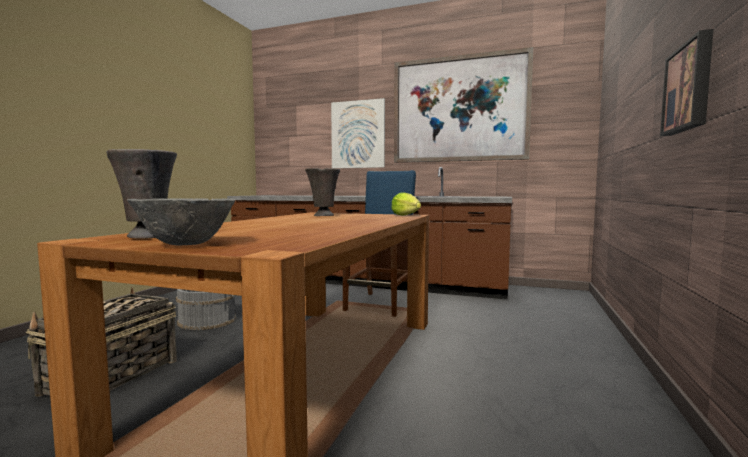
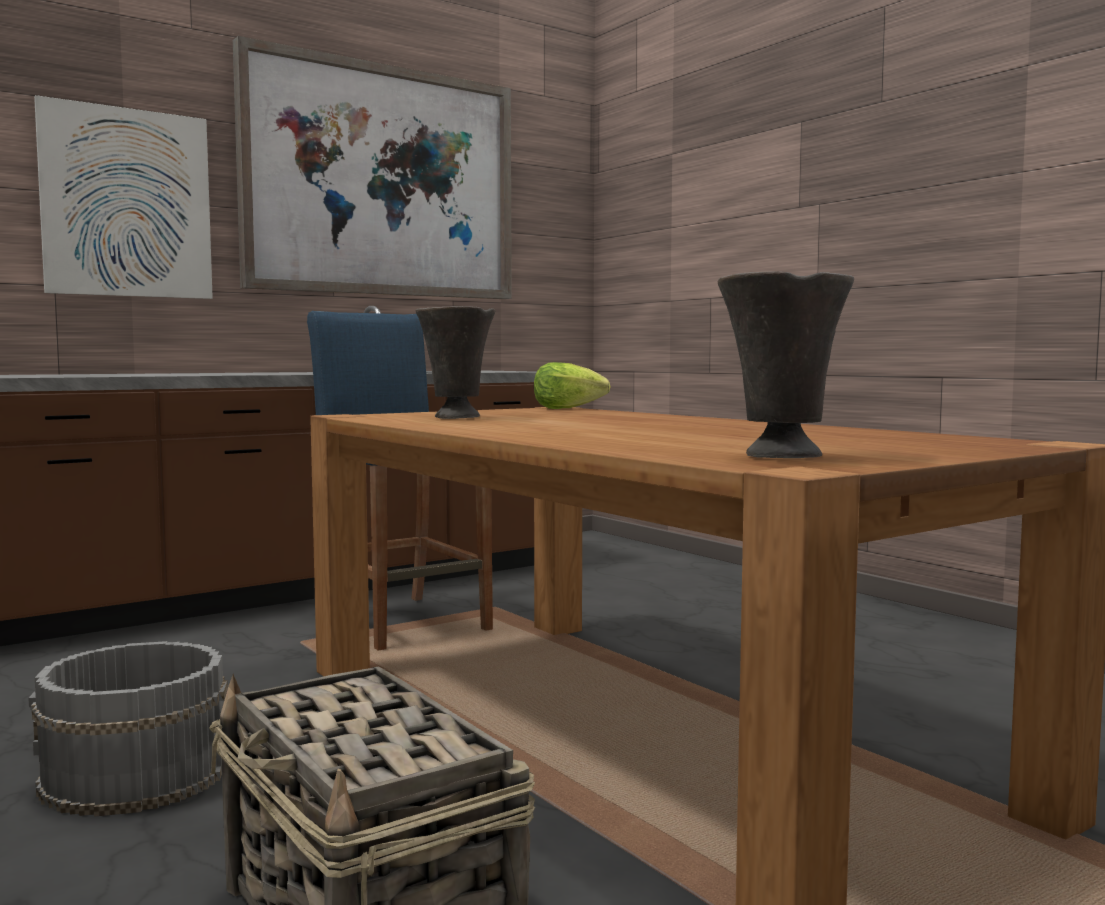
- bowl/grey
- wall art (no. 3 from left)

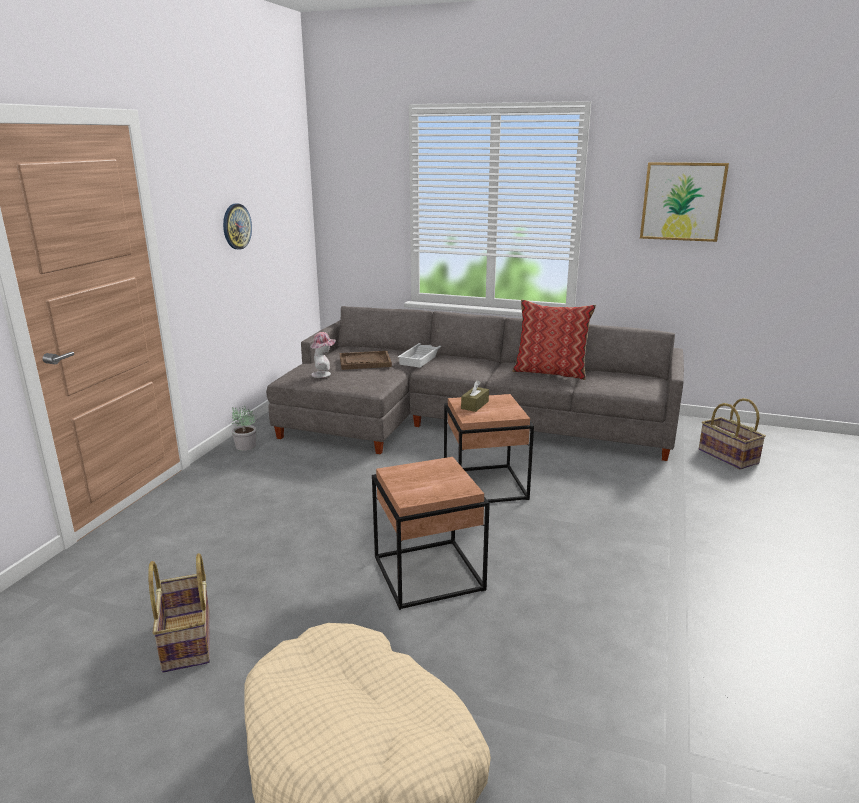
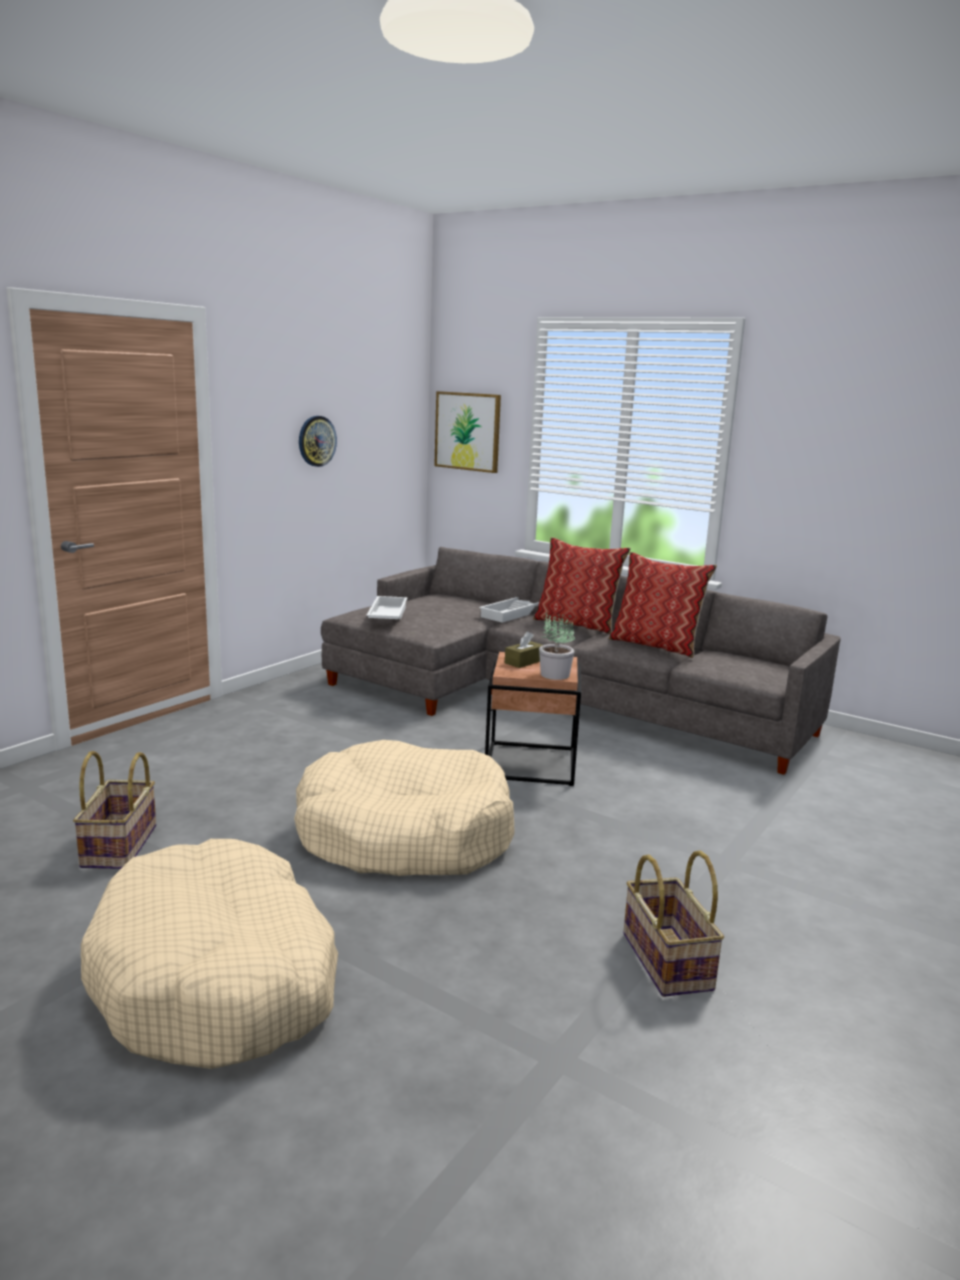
~ potted plant
~ wearable hat to carrying tray/white-coloured (no. 1 from left)
- carrying tray/brownish
~ end table/brownish (no. 1 from left) to dog bed/sand-coloured (no. 2 from left)
~ wall art
~ storage basket (no. 2 from left)
+ cushion (no. 1 from left)

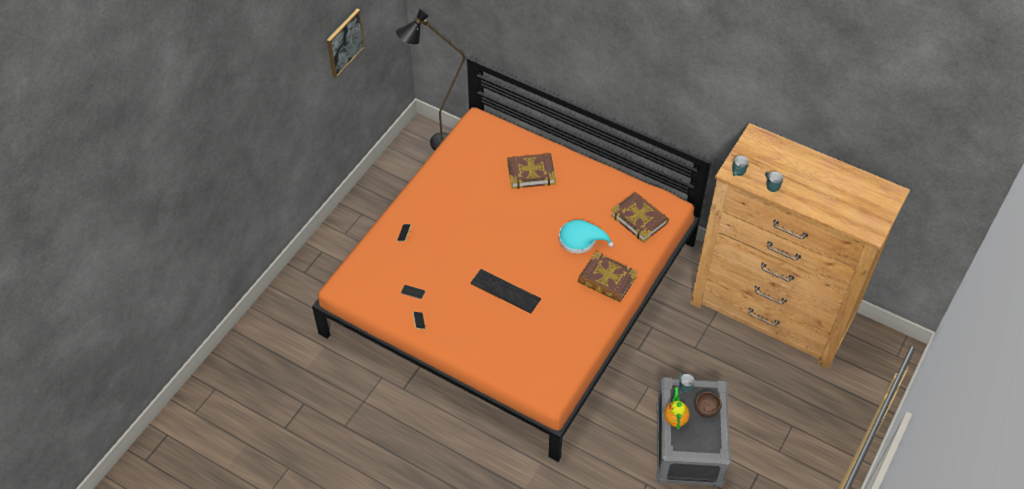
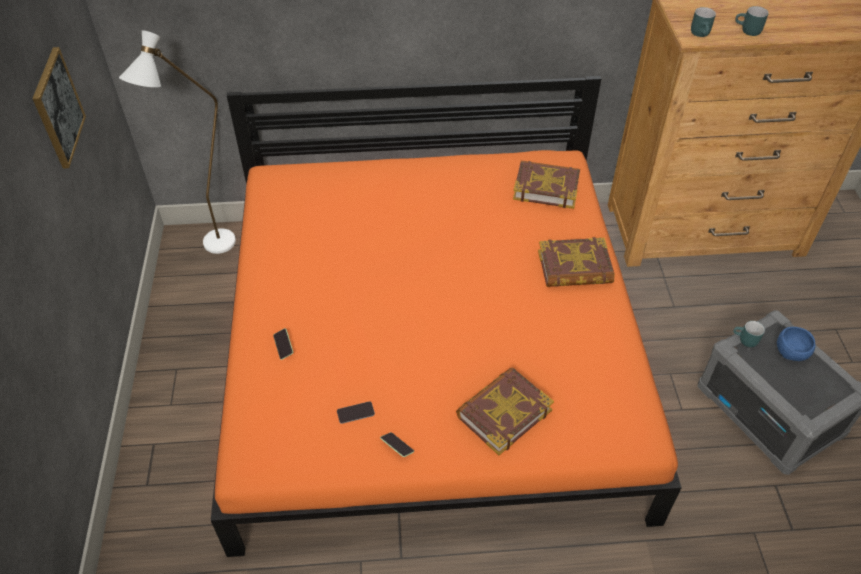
~ standing lamp/black-coloured to standing lamp/white-coloured
- PC keyboard
~ book (no. 1 from left)
- wearable hat/turquoise
- teapot
~ bowl/brownish to bowl/blue

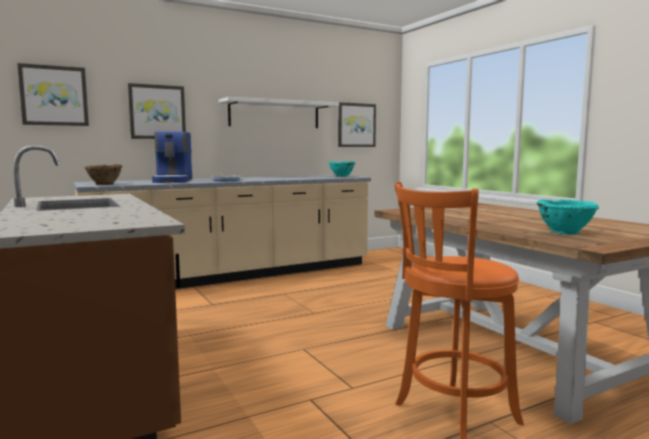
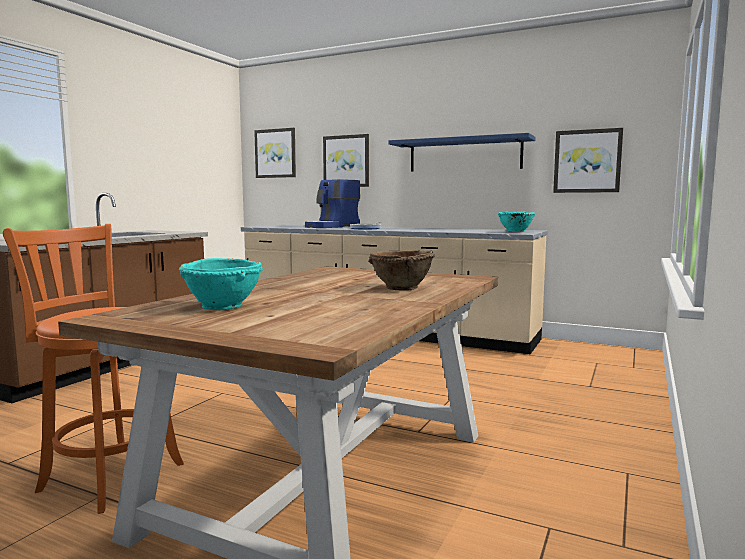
~ bowl/brownish
~ bracket shelf/white-coloured to bracket shelf/blue

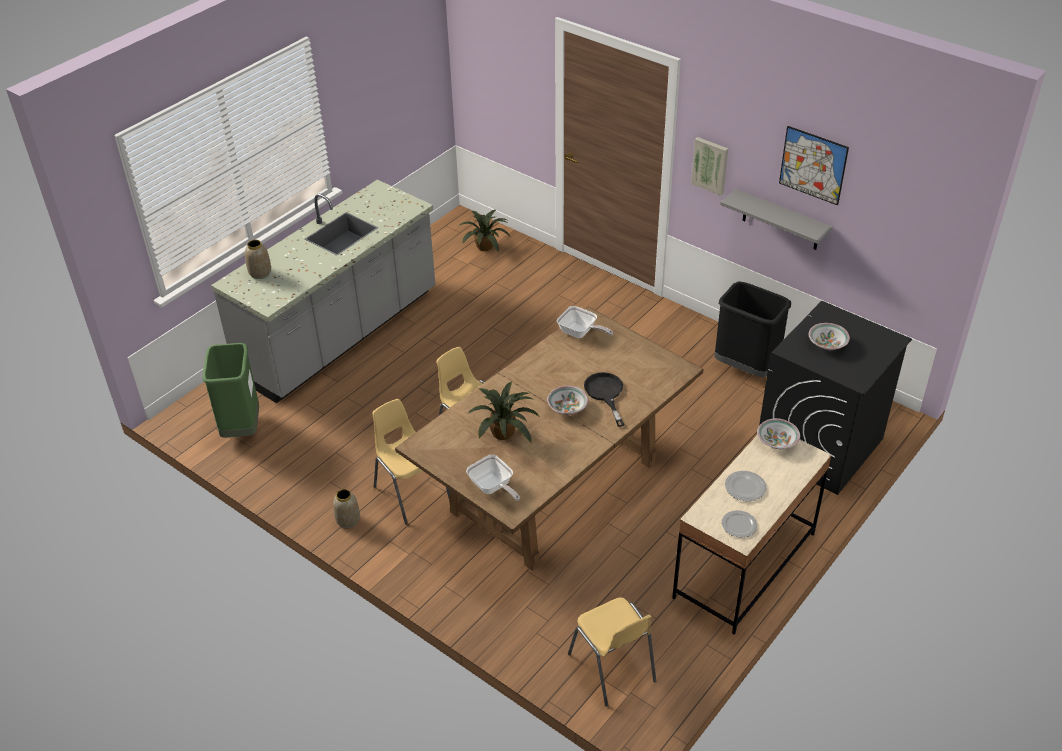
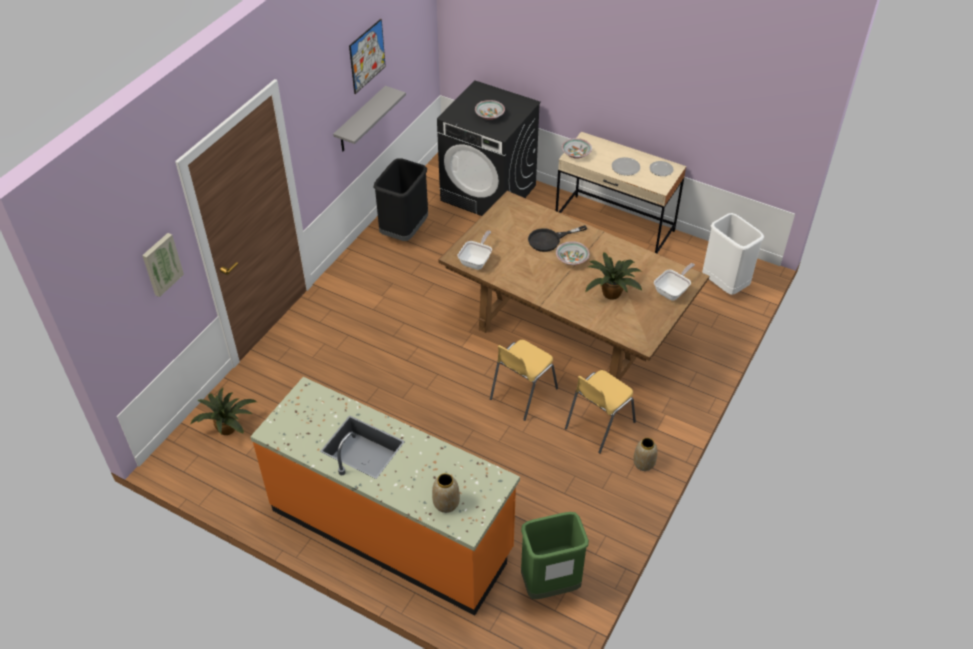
~ kitchen base unit/grey to kitchen base unit/orange
~ chair/yellow (no. 3 from left) to rubbish bin/white-coloured
~ wall art (no. 1 from left)

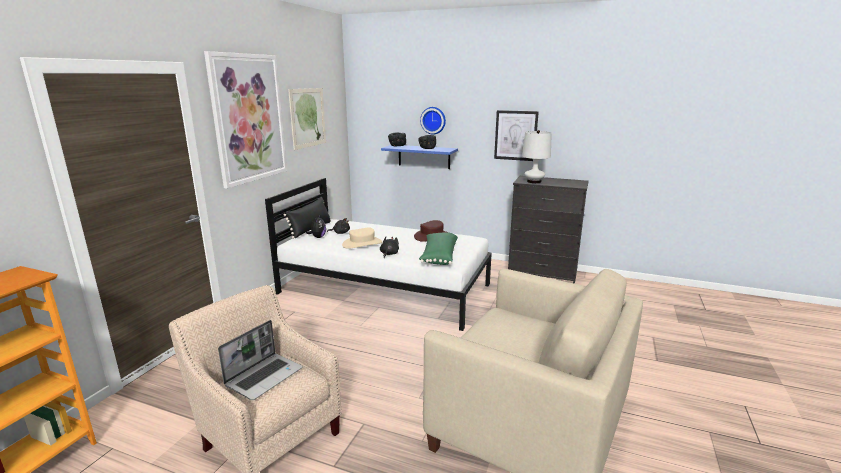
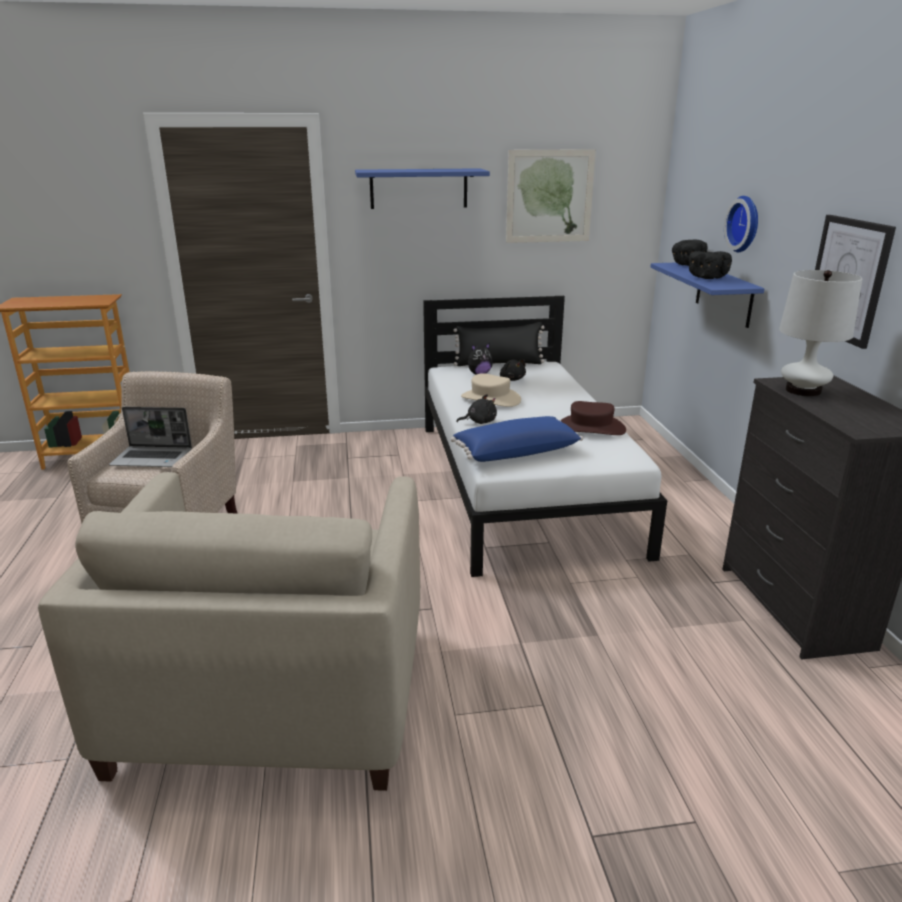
~ wall art (no. 1 from left) to bracket shelf/blue (no. 1 from left)
~ cushion/green-coloured to cushion/blue

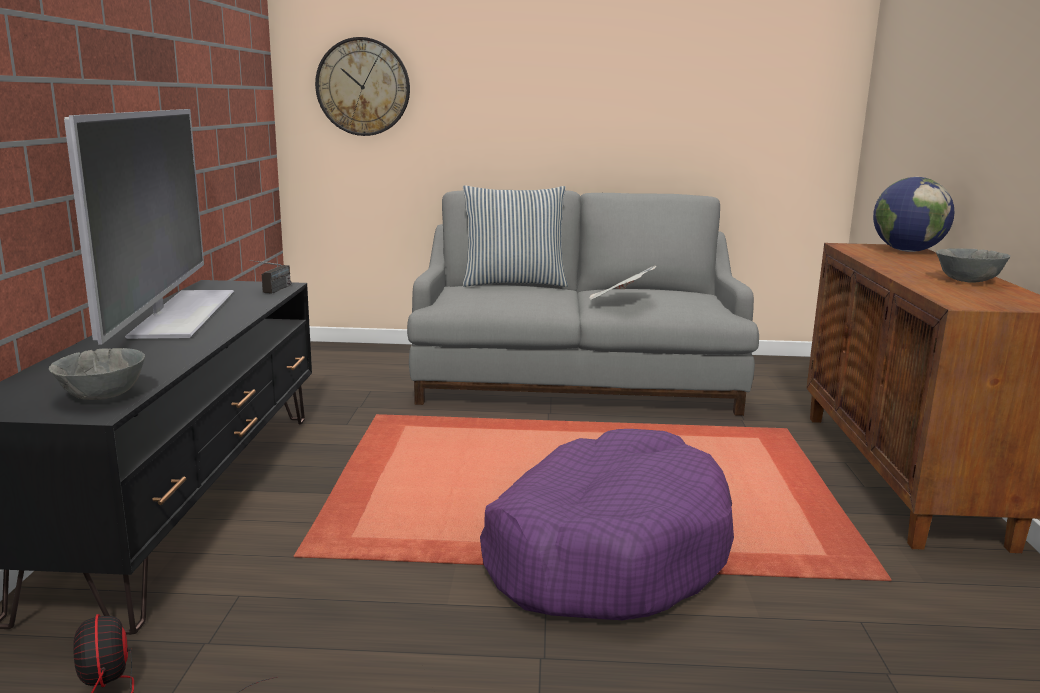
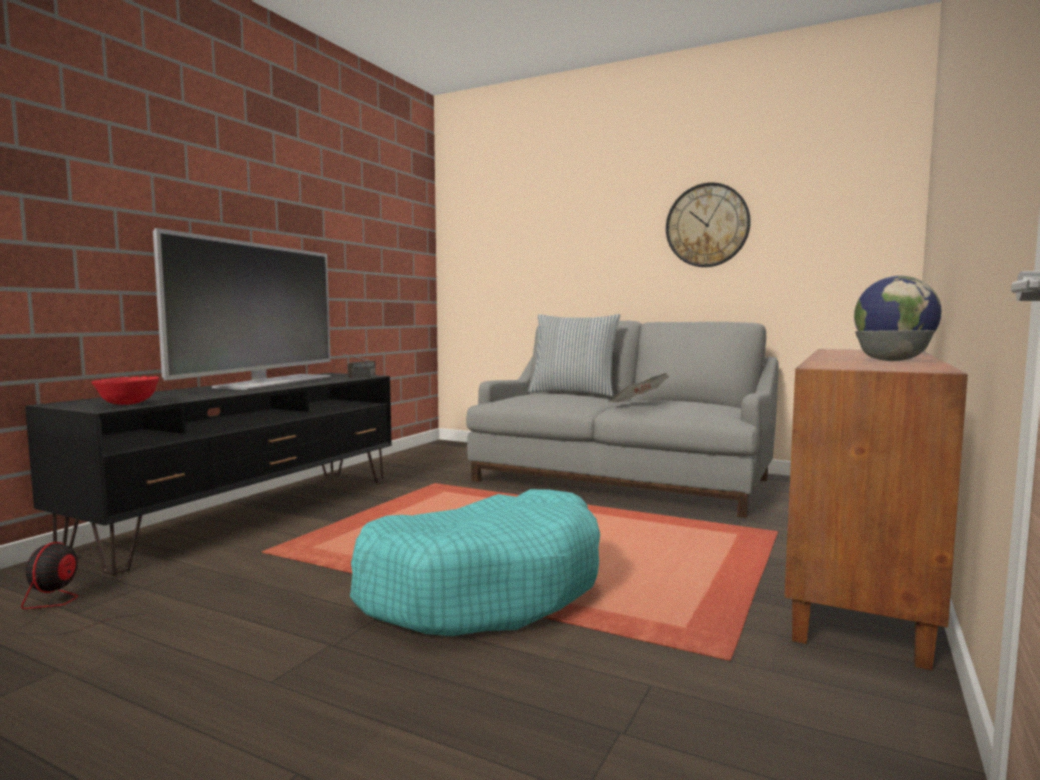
~ bowl/grey (no. 1 from left) to bowl/reddish
~ clock on the wall
~ dog bed/purplish to dog bed/turquoise

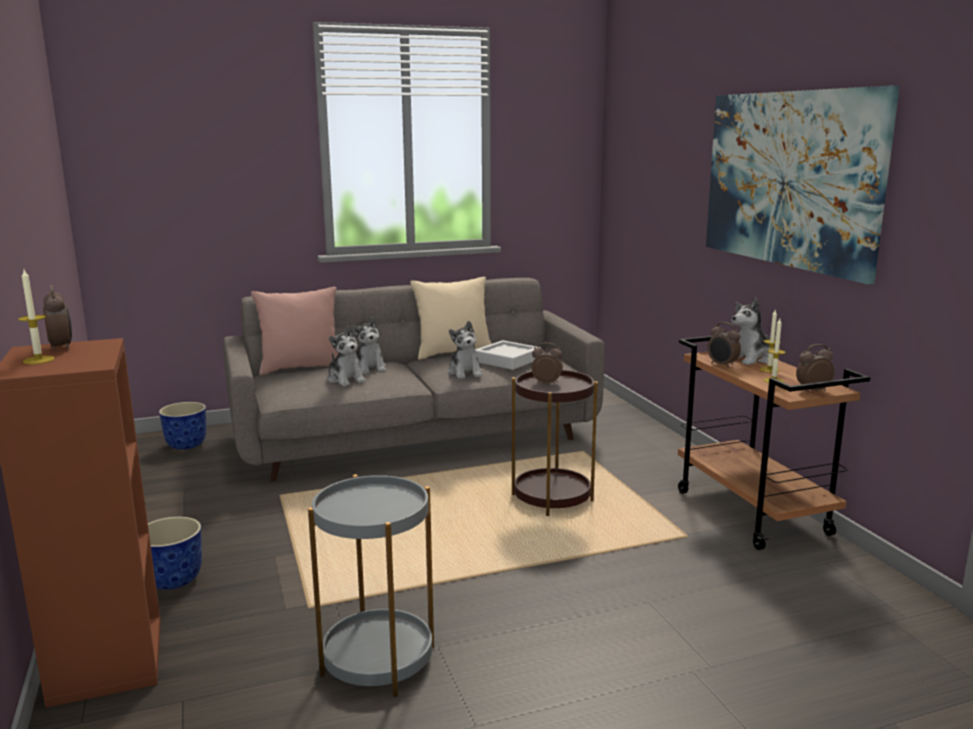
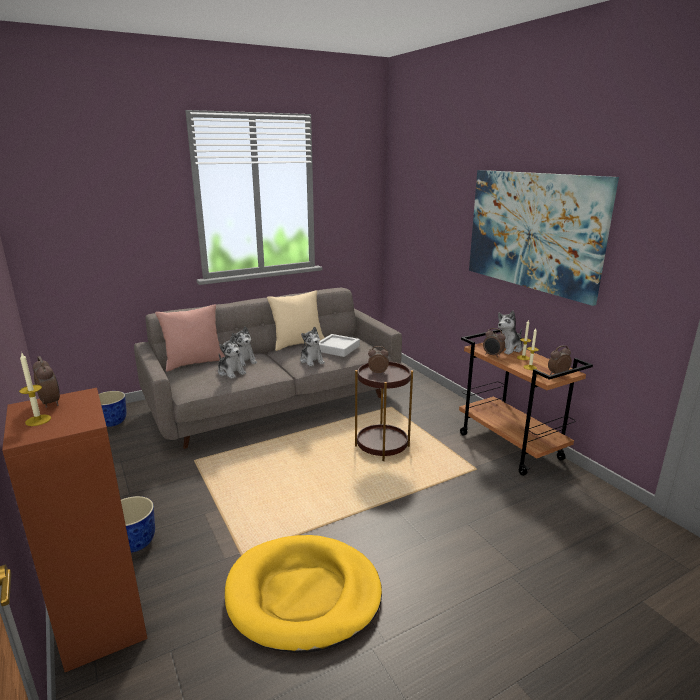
~ end table/grey to dog bed/yellow

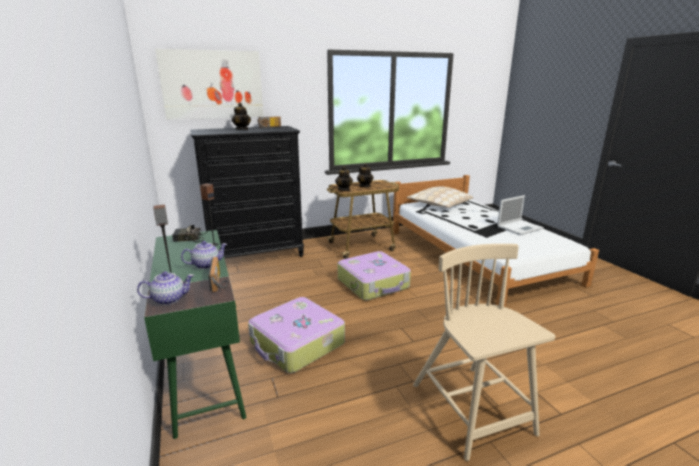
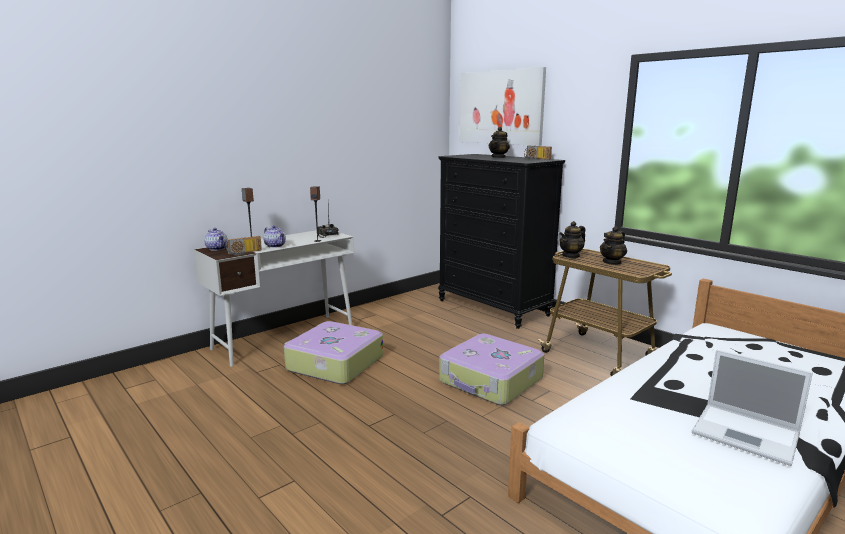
~ desk unit/green-coloured to desk unit/white-coloured
- cushion/sand-coloured
- chair/sand-coloured

